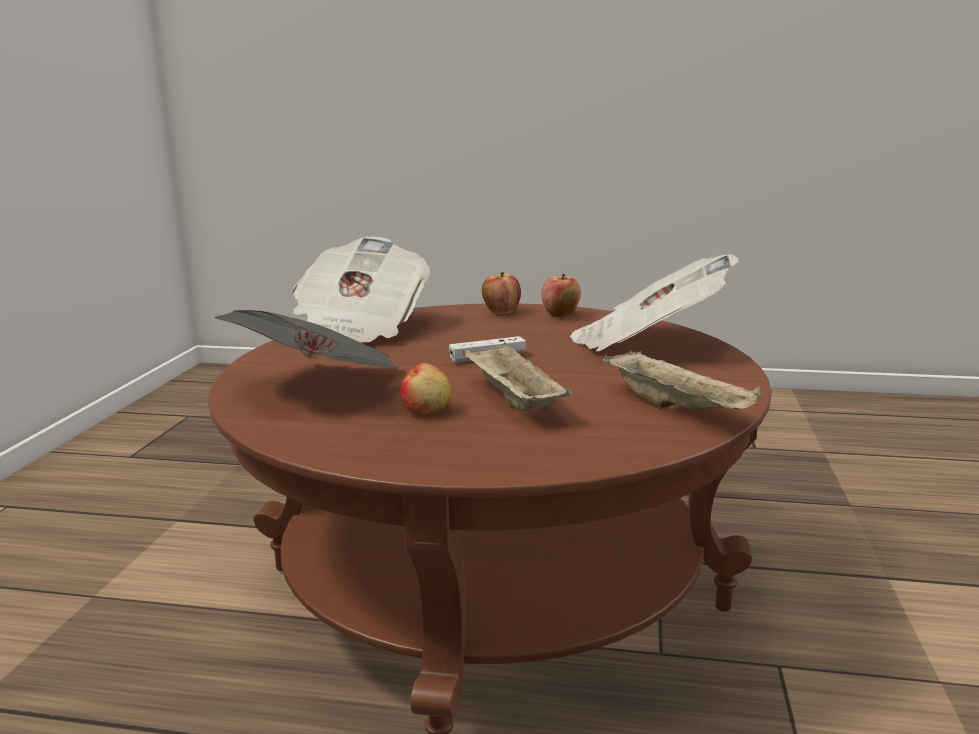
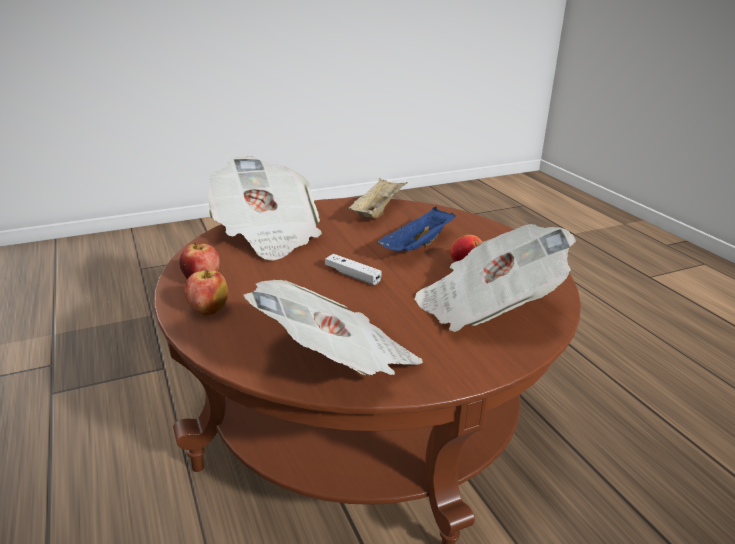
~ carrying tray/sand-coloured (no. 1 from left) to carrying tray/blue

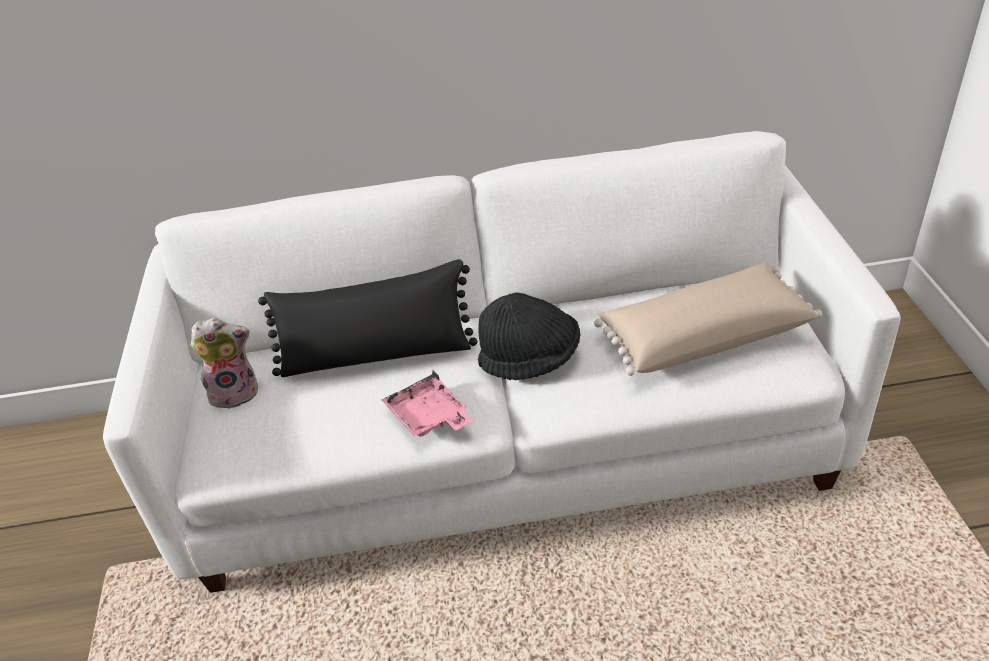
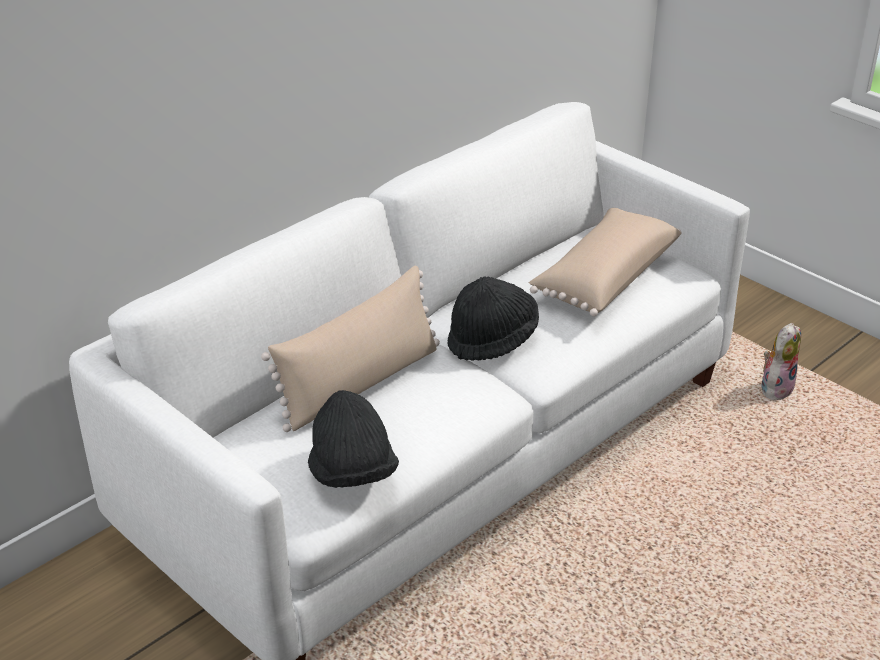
~ cuddly toy
~ cushion/black-coloured to cushion/sand-coloured (no. 1 from left)
- carrying tray/pinkish
+ wearable hat/black-coloured (no. 1 from left)

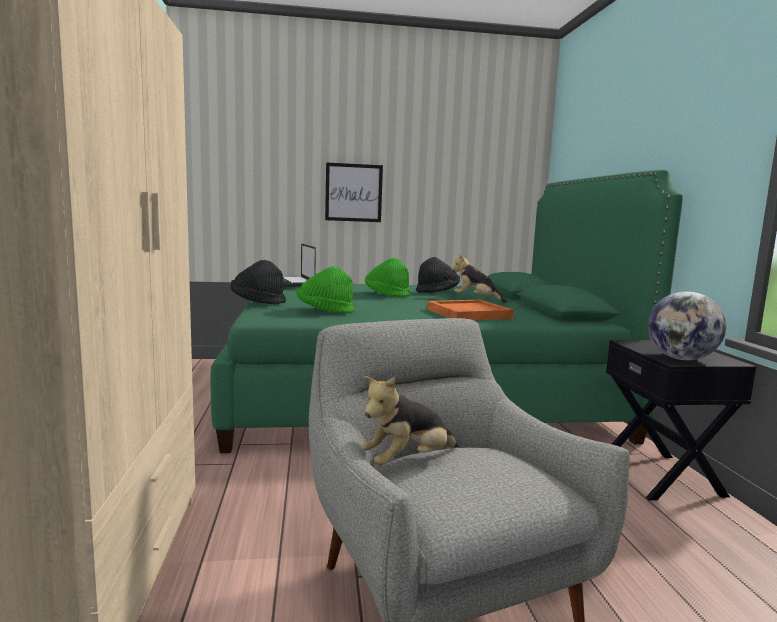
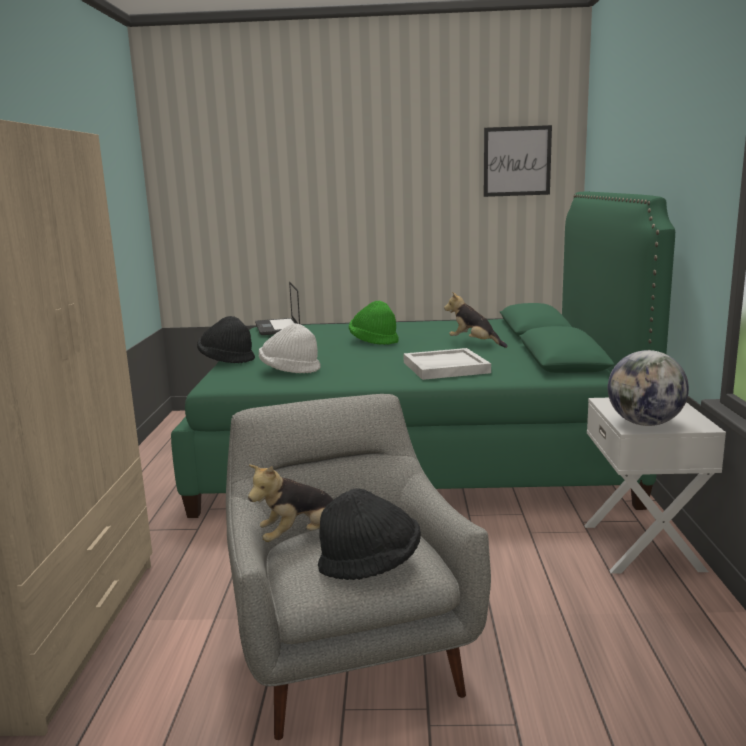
~ wearable hat/green-coloured (no. 1 from left) to wearable hat/white-coloured
~ wall art
~ wearable hat/black-coloured (no. 2 from left)
~ carrying tray/orange to carrying tray/white-coloured
~ bedside table/black-coloured to bedside table/white-coloured

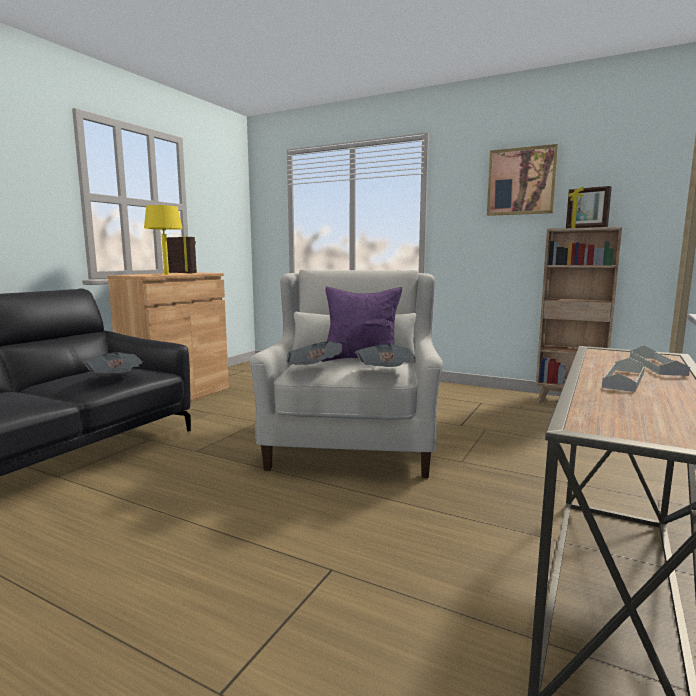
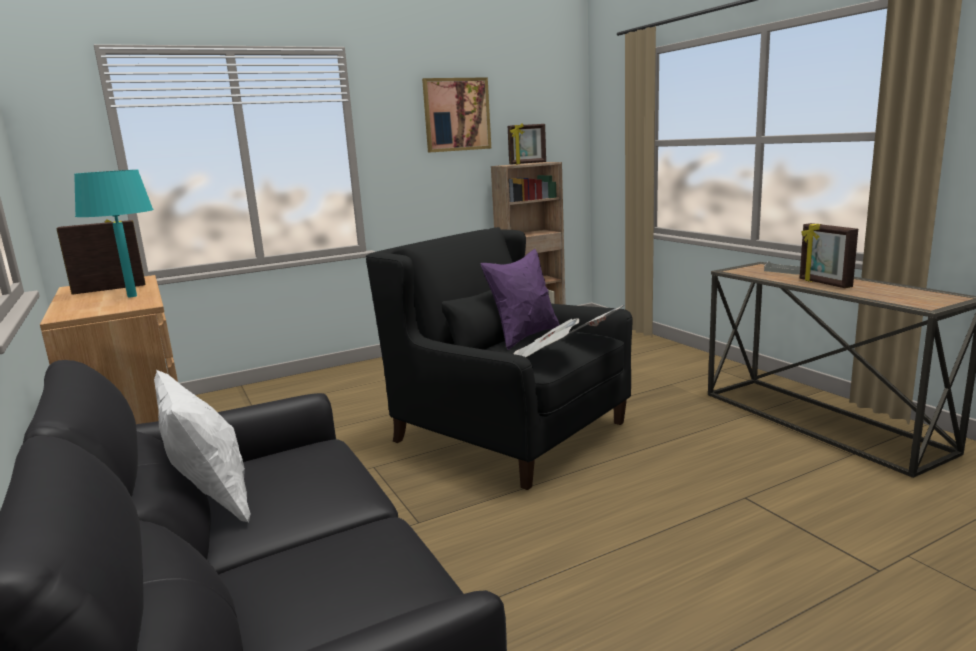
- printed paper (no. 1 from left)
~ lamp for a table/yellow to lamp for a table/turquoise
~ armchair/white-coloured to armchair/black-coloured
~ carrying tray/grey (no. 1 from left) to standing frame (no. 3 from left)
+ cushion/white-coloured

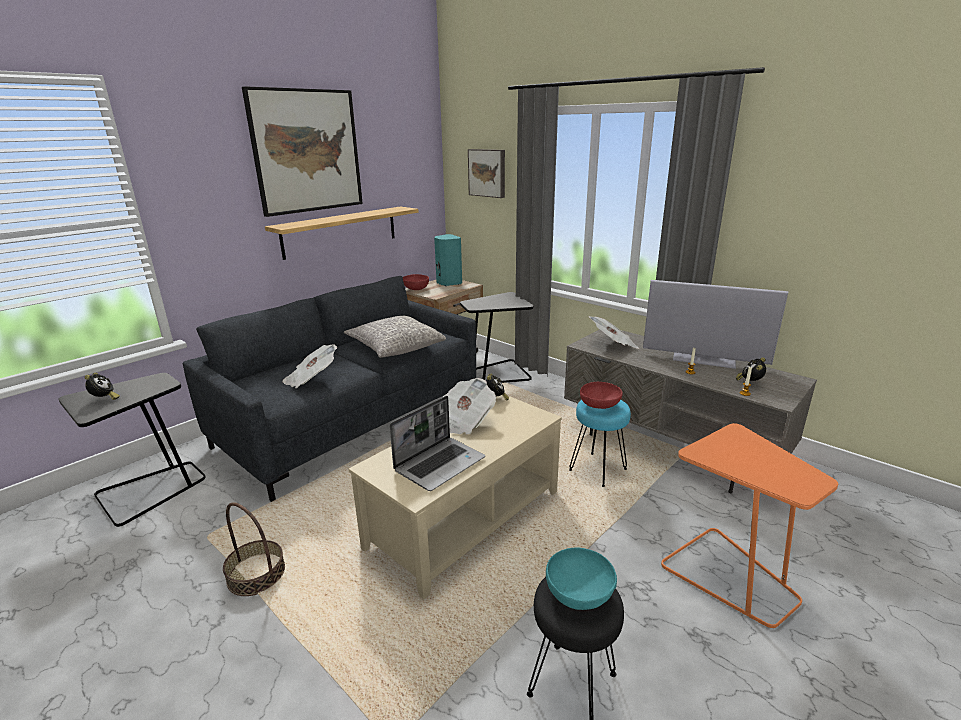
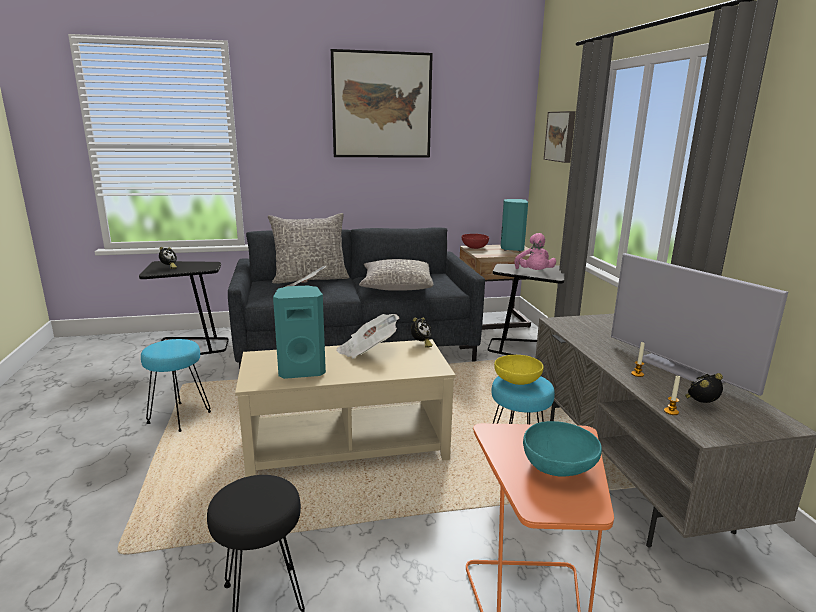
~ storage basket to stool seat/turquoise (no. 1 from left)
- bracket shelf
~ notebook computer to loudspeaker/turquoise (no. 1 from left)
~ bowl/turquoise
~ bowl/reddish (no. 2 from left) to bowl/yellow
- printed paper (no. 3 from left)
+ cushion/grey (no. 1 from left)
+ cuddly toy/pinkish

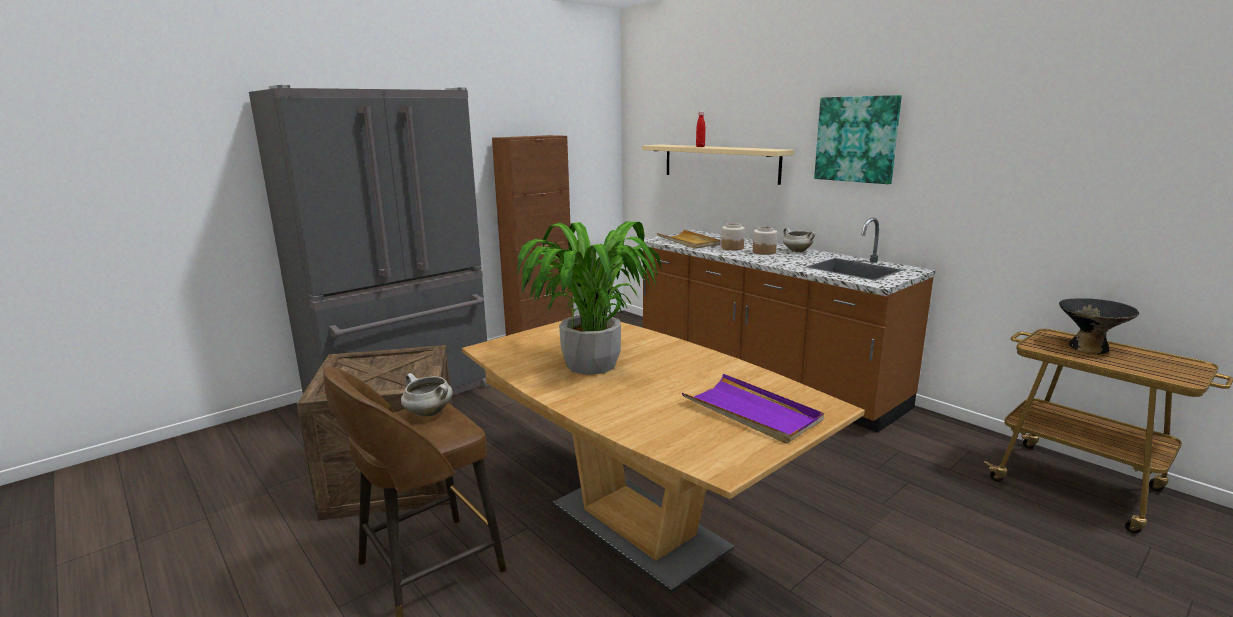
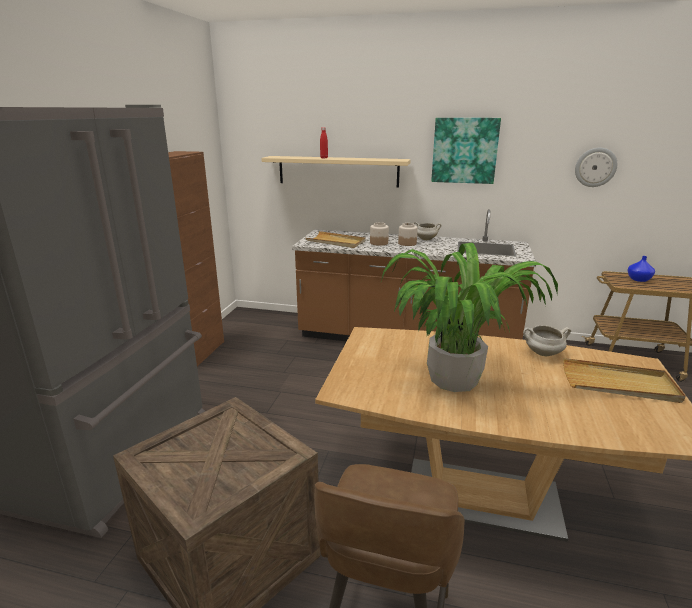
~ cooking pot/white-coloured (no. 1 from left in the first image) to cooking pot/white-coloured (no. 2 from left)
~ carrying tray/purplish to carrying tray/sand-coloured (no. 2 from left)
~ bowl/black-coloured to vase/blue
+ clock on the wall

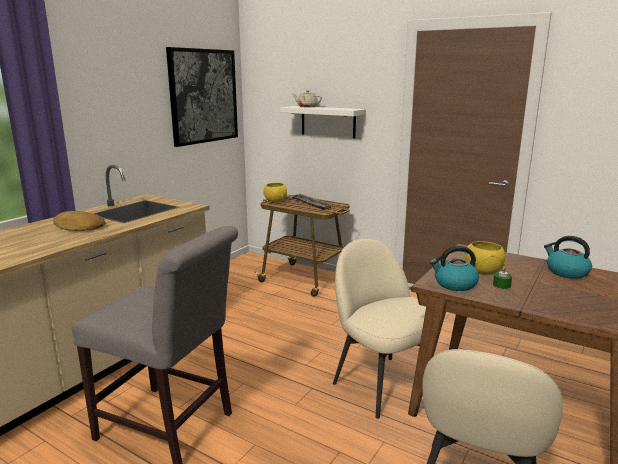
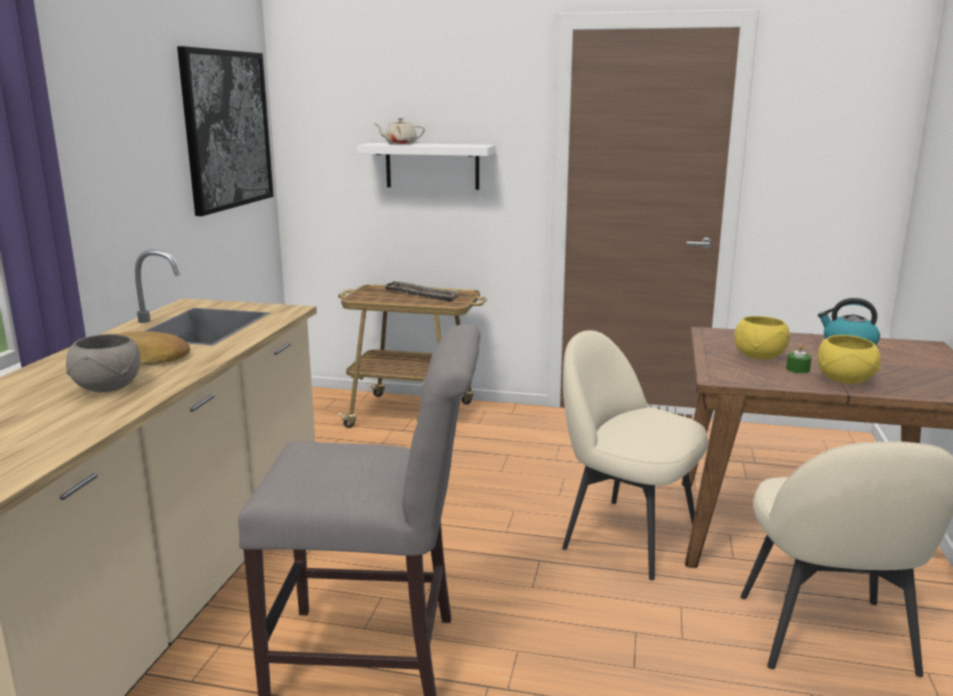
~ bowl/yellow (no. 1 from left in the first image) to bowl/yellow (no. 2 from left)
- tea kettle (no. 1 from left)
+ bowl/grey

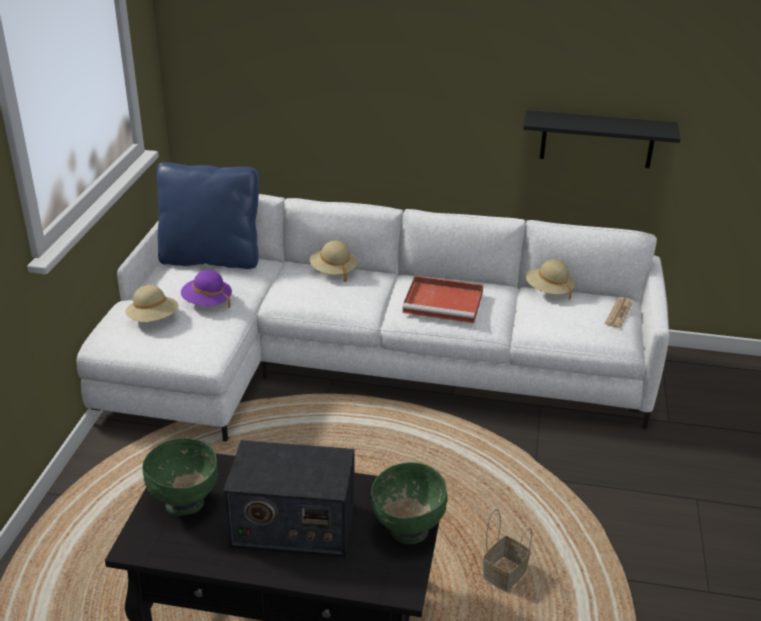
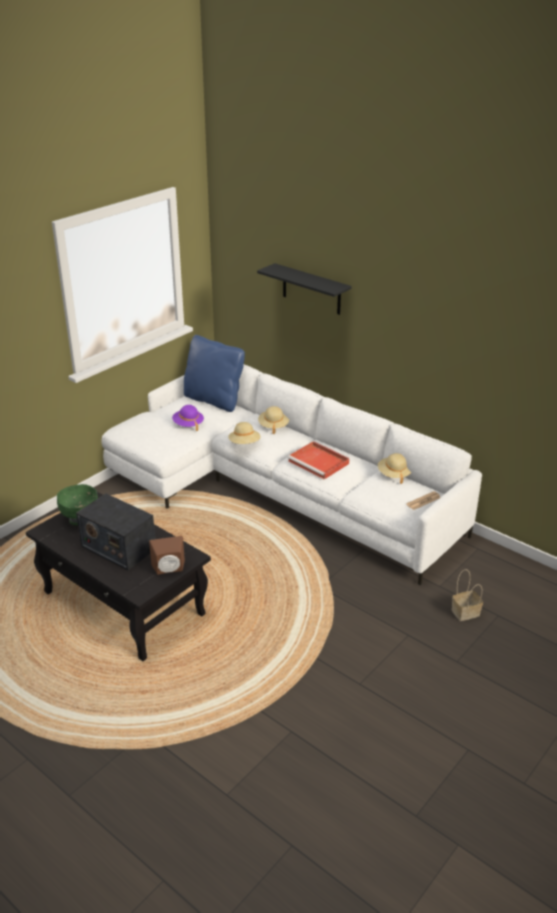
~ wearable hat/sand-coloured (no. 1 from left)
~ bowl/green-coloured (no. 2 from left) to loudspeaker/brownish
~ storage basket
~ bracket shelf/black-coloured

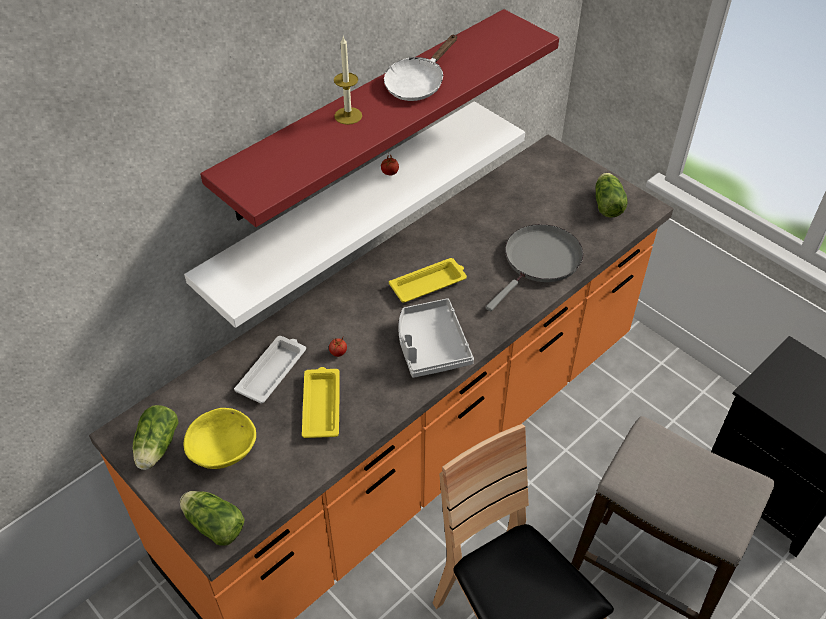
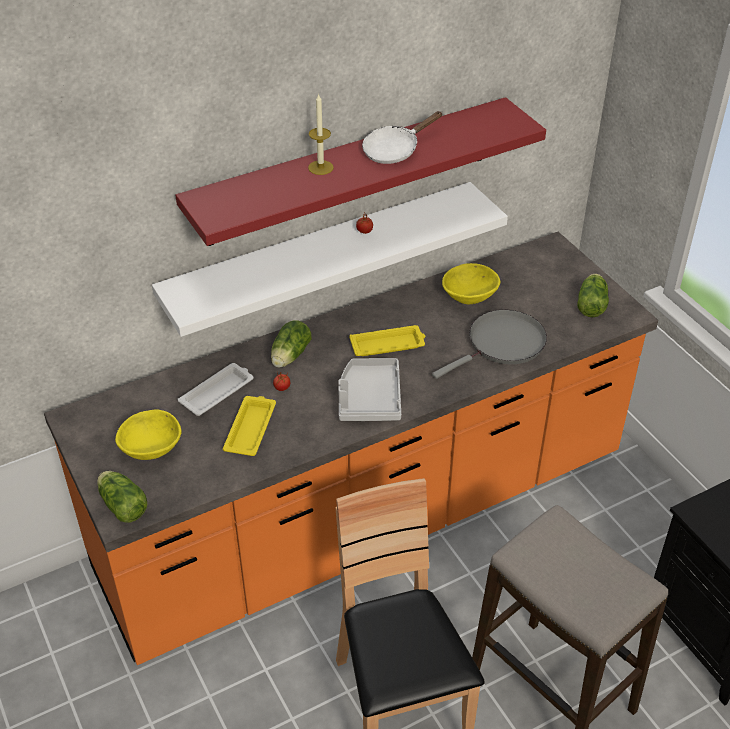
~ lettuce (no. 1 from left in the first image) to lettuce (no. 2 from left)
+ bowl/yellow (no. 2 from left)

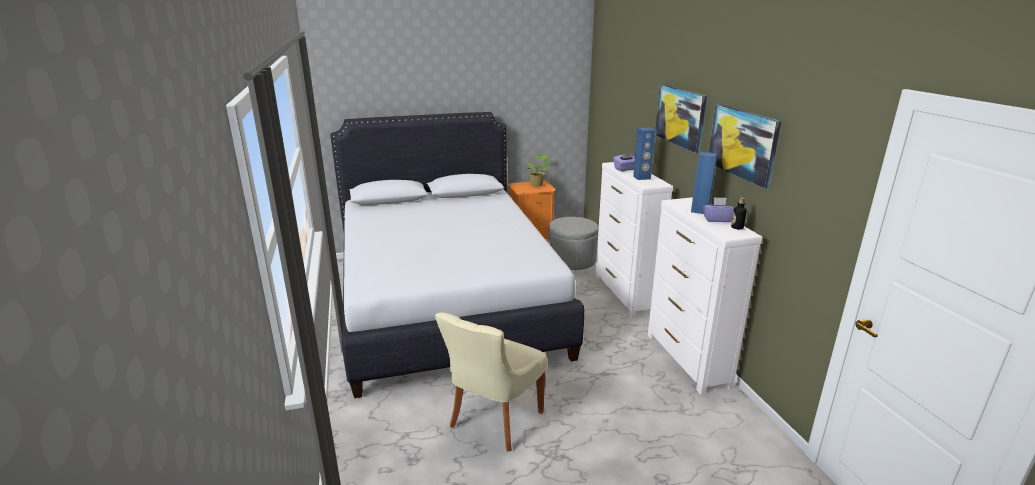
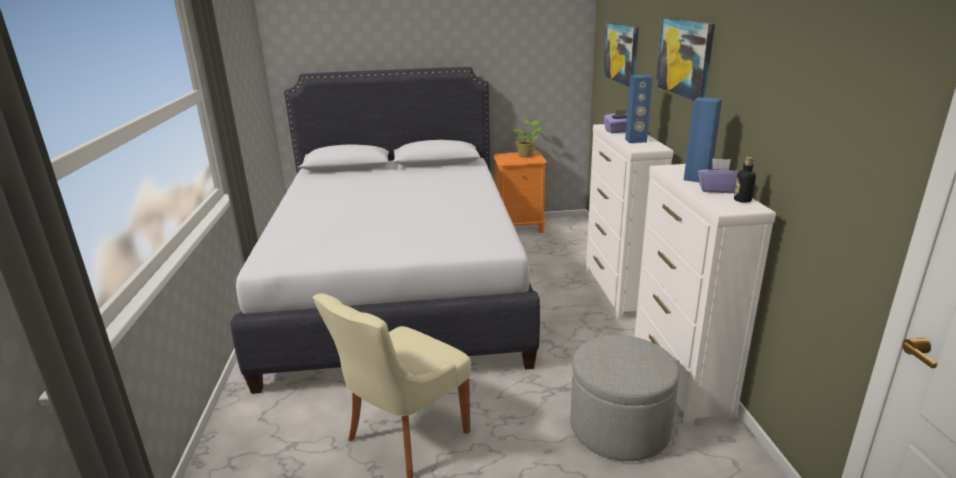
~ ottoman/grey
~ wall art (no. 2 from left in the first image) to wall art (no. 1 from left)

